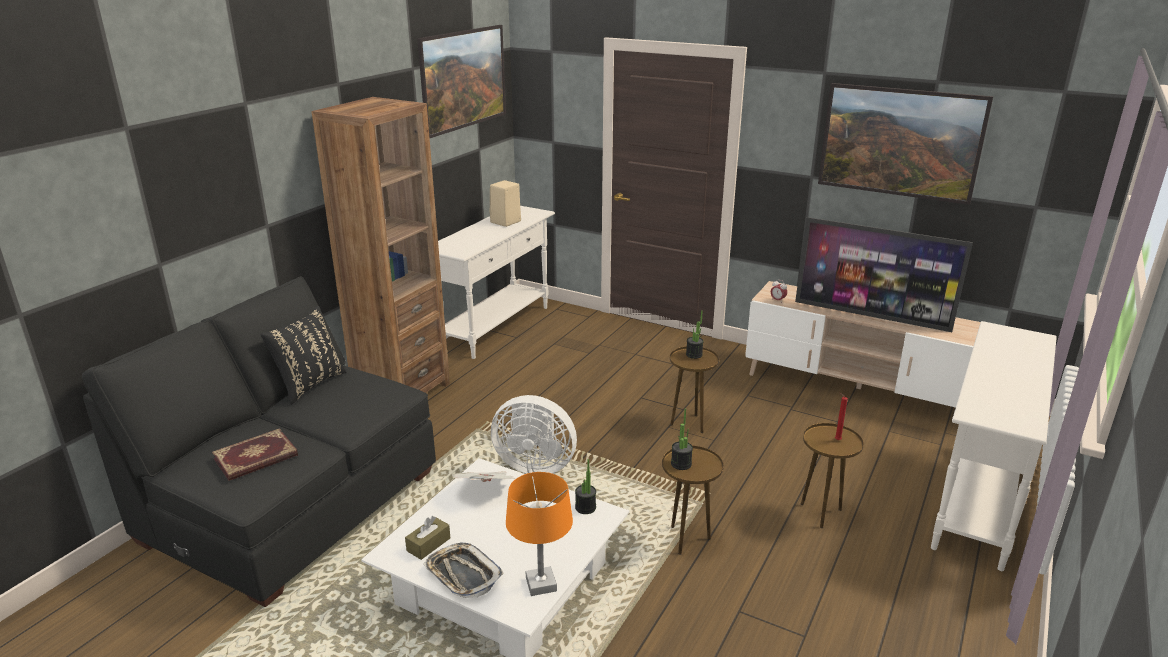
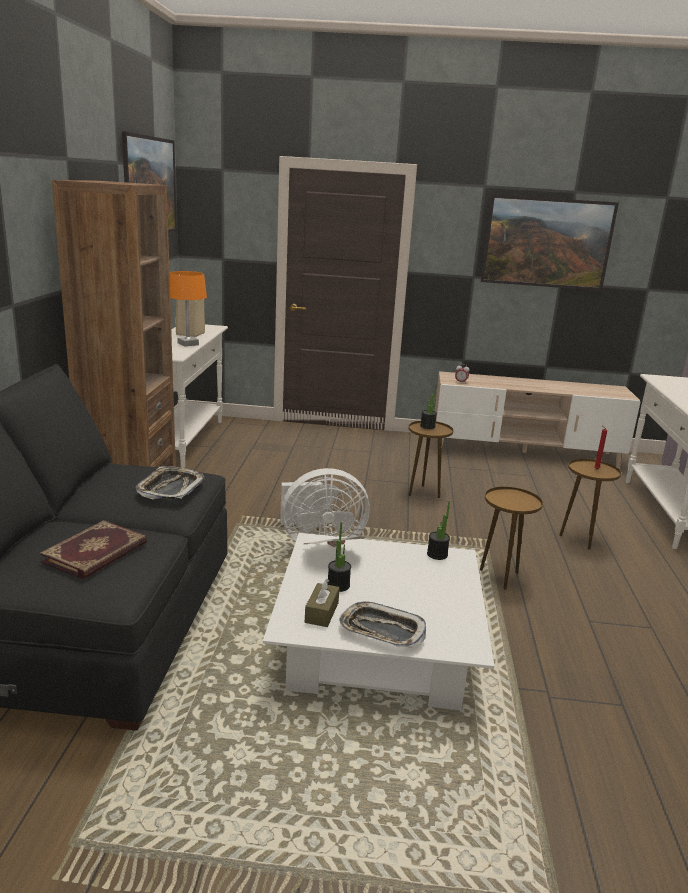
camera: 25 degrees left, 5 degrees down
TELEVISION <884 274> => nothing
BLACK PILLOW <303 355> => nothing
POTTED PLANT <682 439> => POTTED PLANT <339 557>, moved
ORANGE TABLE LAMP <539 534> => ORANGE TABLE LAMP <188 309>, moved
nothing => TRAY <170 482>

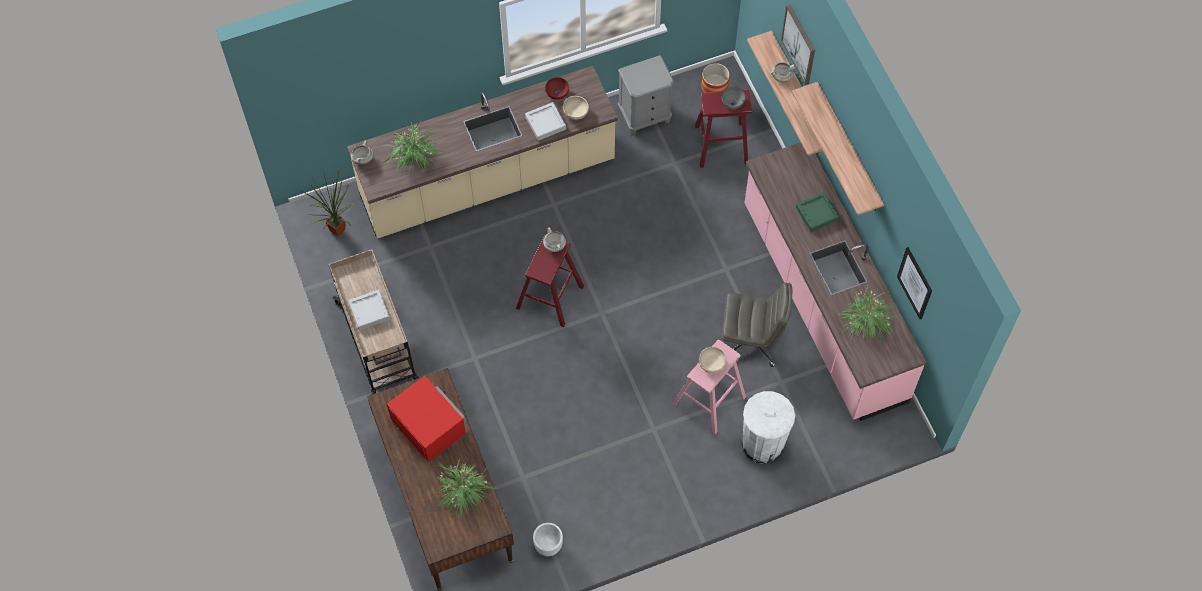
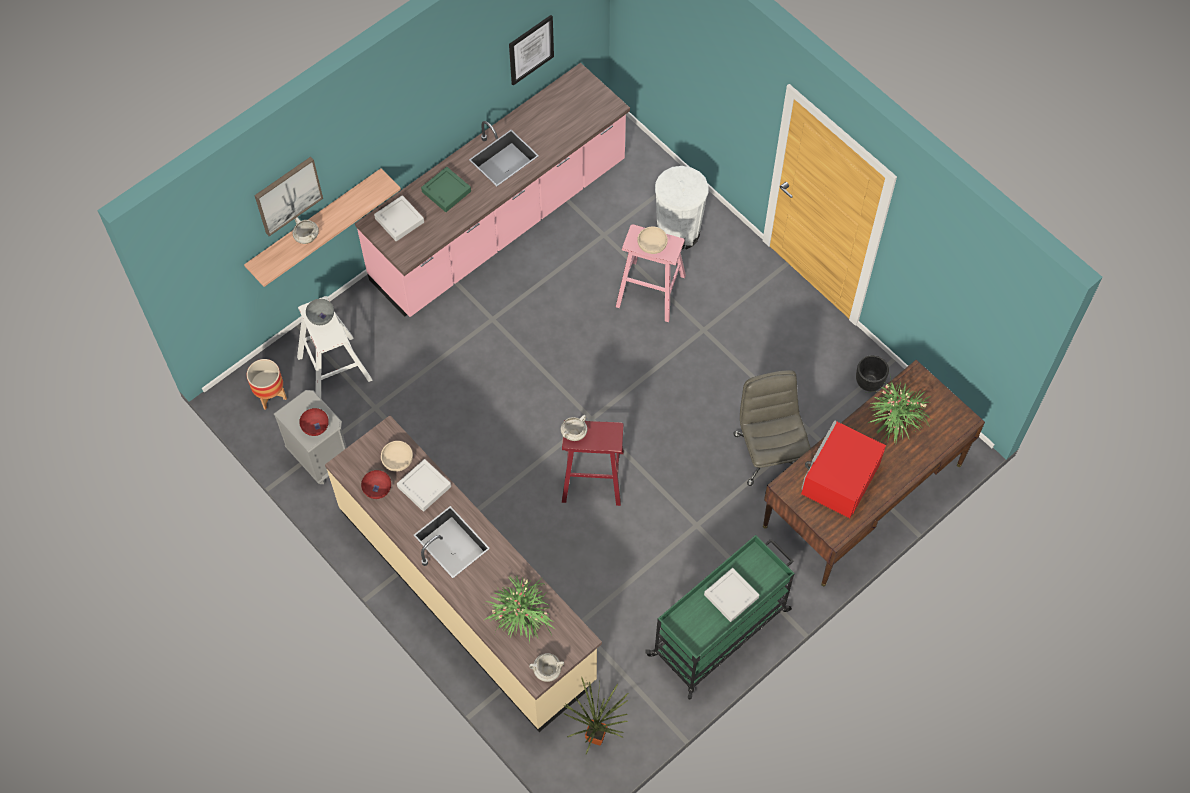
camera: 110 degrees left, 0 degrees up
SHELF <838 148> => nothing
RED STOOL <723 129> => WHITE STOOL <335 347>
BEIGE CART <374 322> => GREEN CART <720 617>
GREY OFFICE CHAIR <757 324> => GREY OFFICE CHAIR <772 428>, moved
POTTED PLANT <870 311> => nothing
WHITE PLANTER <548 539> => BLACK PLANTER <872 373>
nothing => GREY TRAY <399 218>
nothing => RED BOWL <314 422>

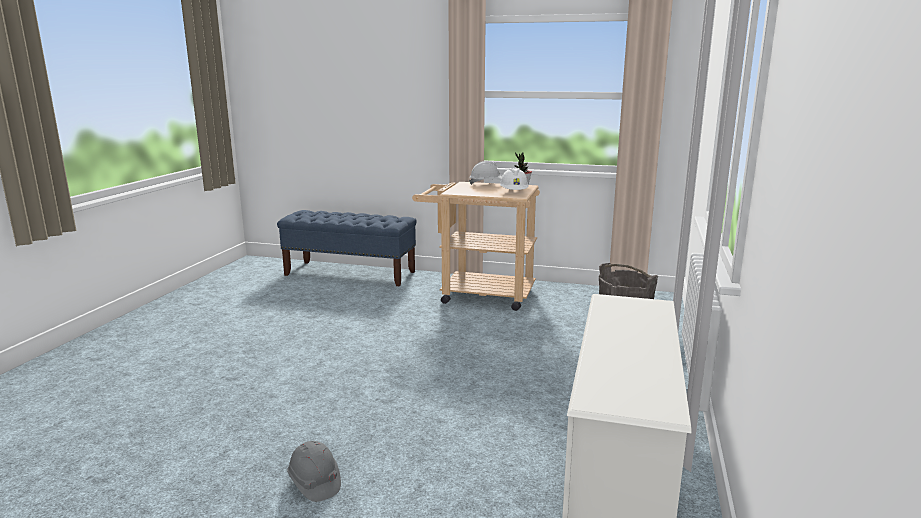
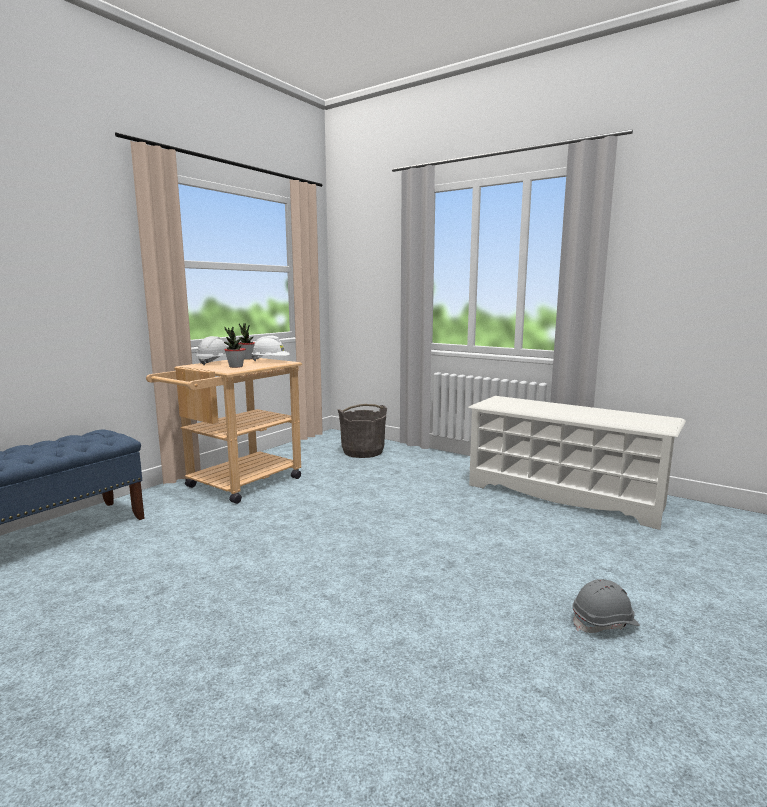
camera: 70 degrees left, 5 degrees down
nothing => POTTED PLANT <235 347>

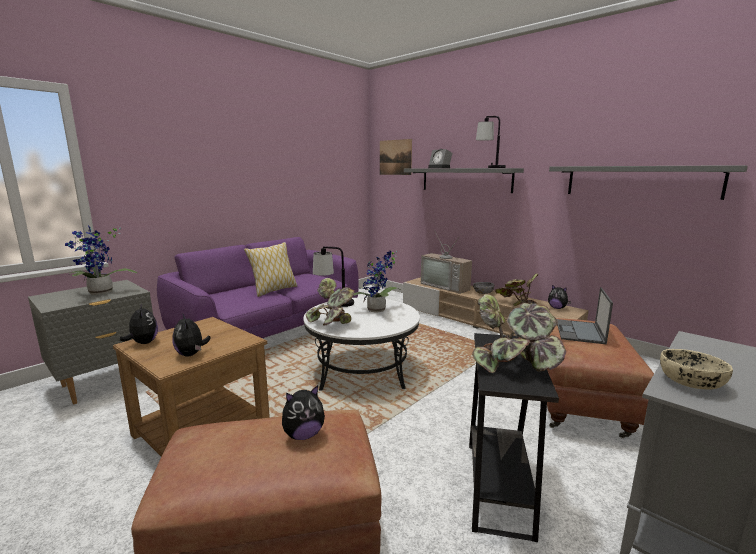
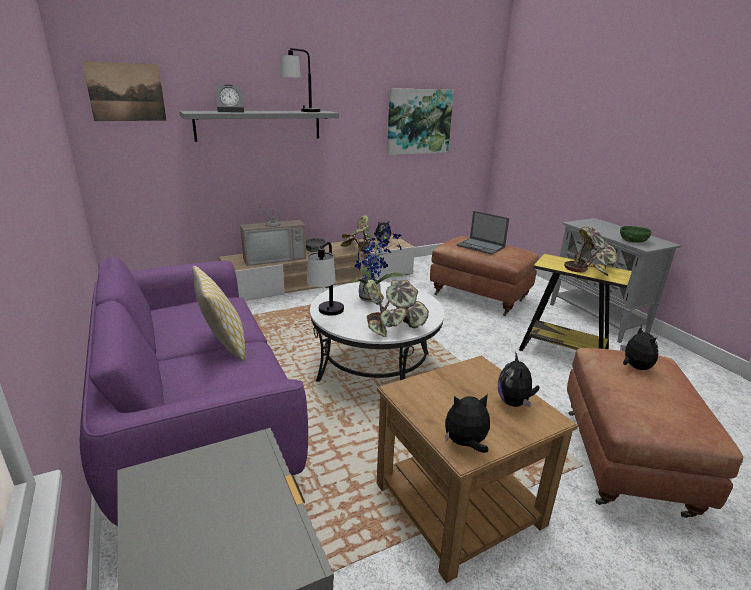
camera: 70 degrees left, 10 degrees up
GREY SHELF <648 182> => PICTURE <420 121>
POTTED PLANT <101 260> => nothing
PLUSH TOY <191 335> => PLUSH TOY <519 380>, 105 degrees clockwise
BLACK SIDE TABLE <514 437> => YELLOW SIDE TABLE <575 302>
BEIGE BOWL <696 369> => GREEN BOWL <636 234>

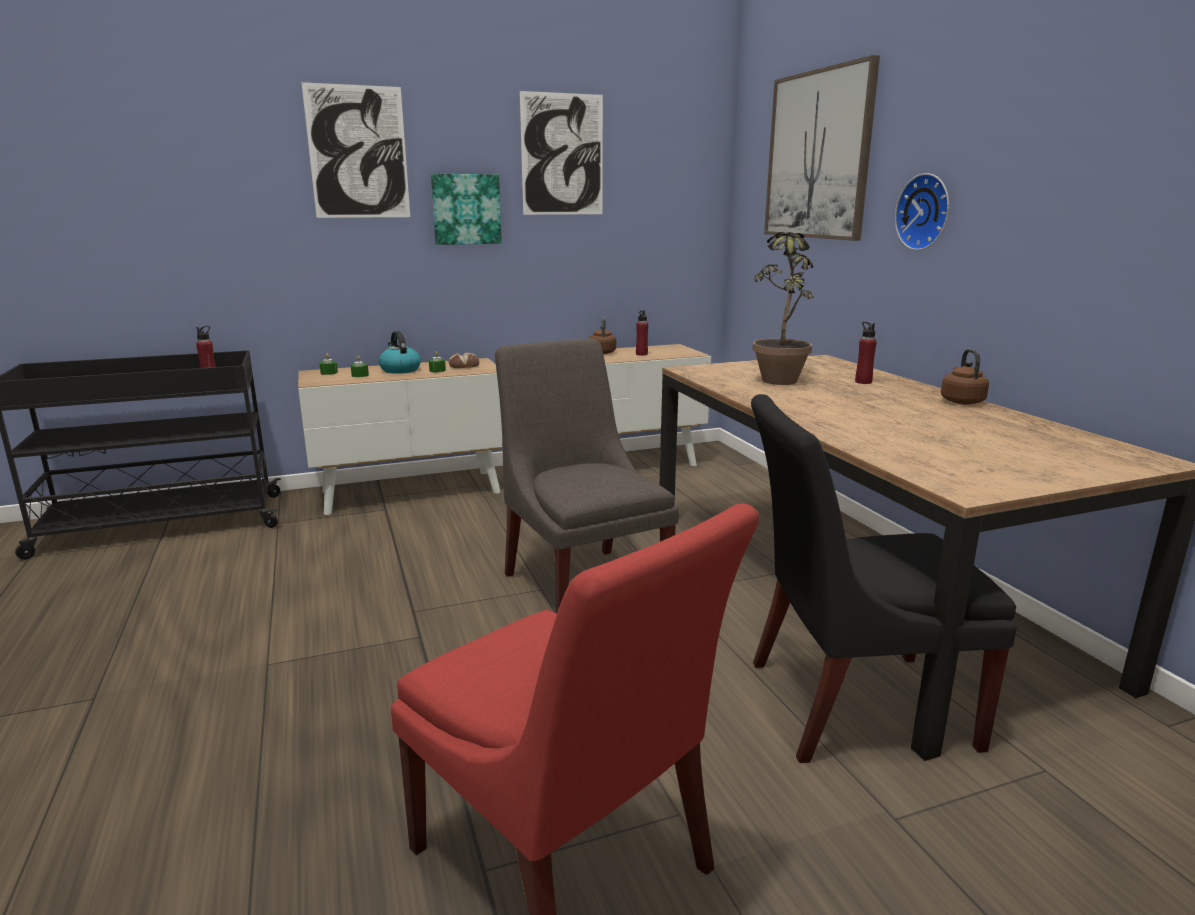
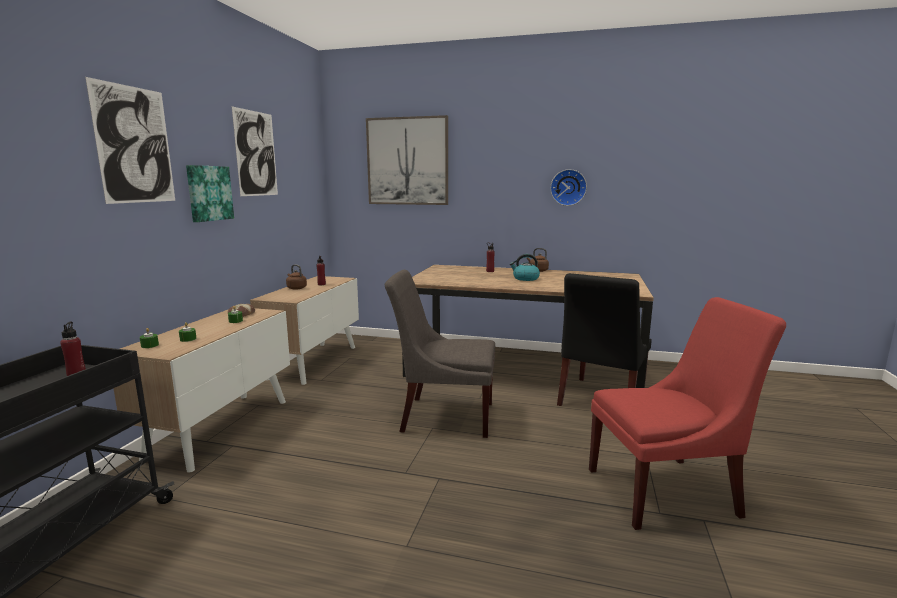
camera: 55 degrees left, 5 degrees down
WALL CLOCK <922 212> => WALL CLOCK <568 187>, moved
POTTED PLANT <783 308> => nothing
KETTLE <400 352> => KETTLE <525 267>, moved

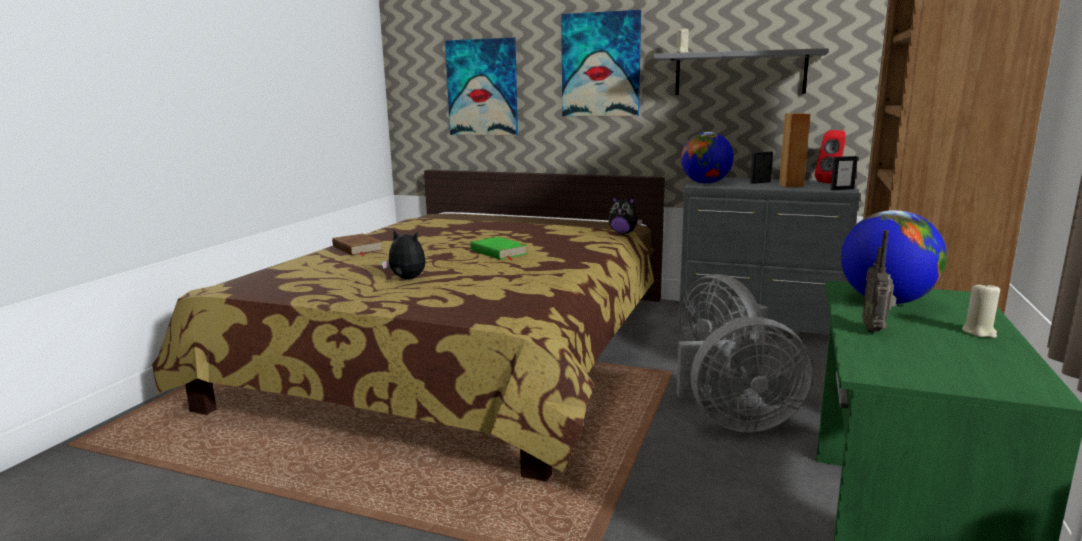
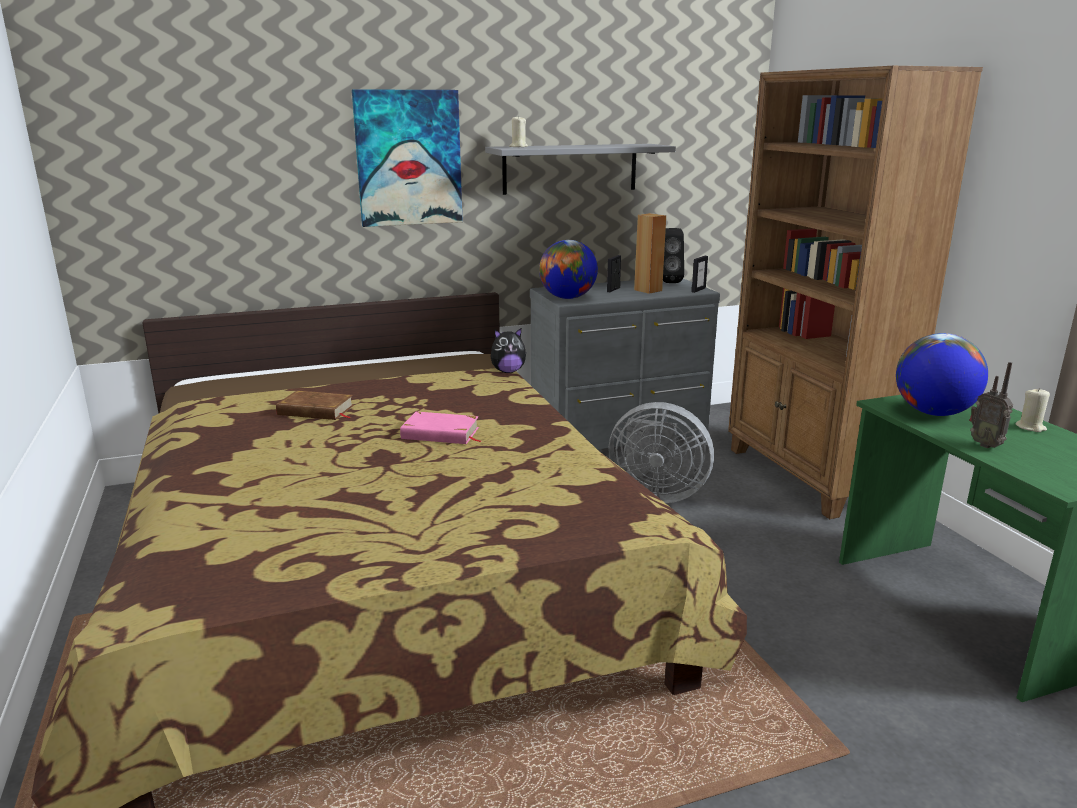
camera: 40 degrees left, 5 degrees up
PICTURE <481 87> => nothing
RED SPEAKER <830 157> => BLACK SPEAKER <673 255>
PLUSH TOY <404 254> => nothing
BROWN BOOK <357 245> => BROWN BOOK <315 405>, moved
GREEN BOOK <499 249> => PINK BOOK <440 428>
GREY FAN <745 375> => nothing

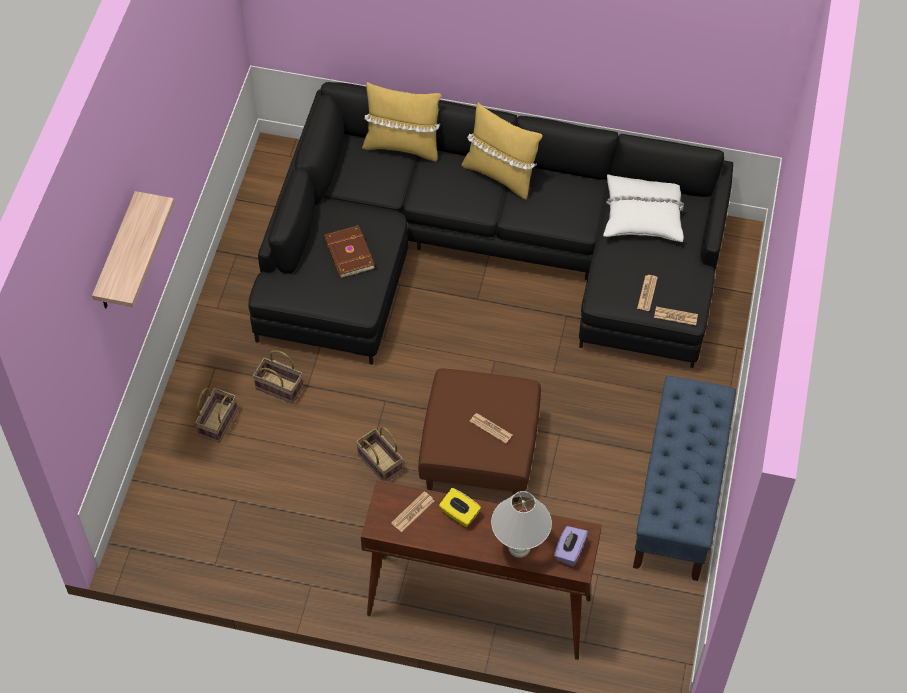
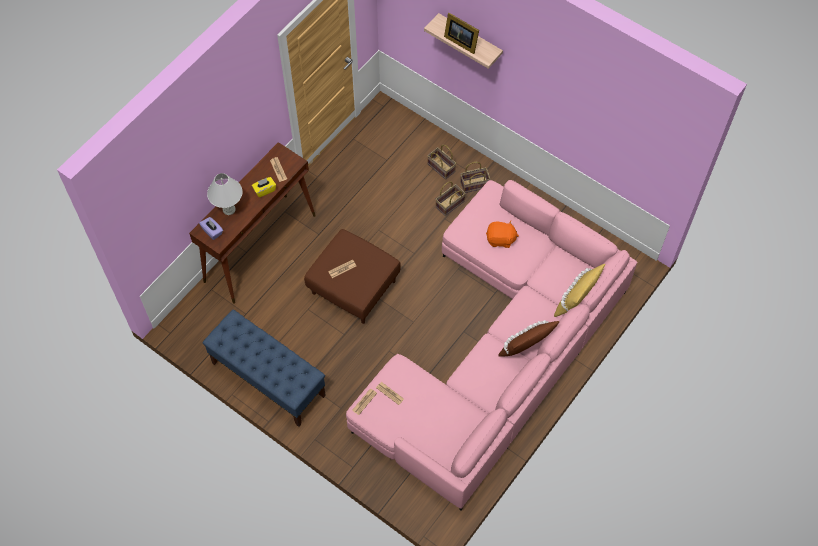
camera: 115 degrees right, 5 degrees up
BLACK SOFA <491 225> => PINK SOFA <492 345>
YELLOW PILLOW <501 151> => BROWN PILLOW <529 338>
WHITE PILLOW <643 208> => nothing
BROWN BOOK <349 251> => ORANGE PLUSH TOY <502 234>
BASKET <379 454> => BASKET <475 177>, moved
nothing => PICTURE FRAME <461 33>

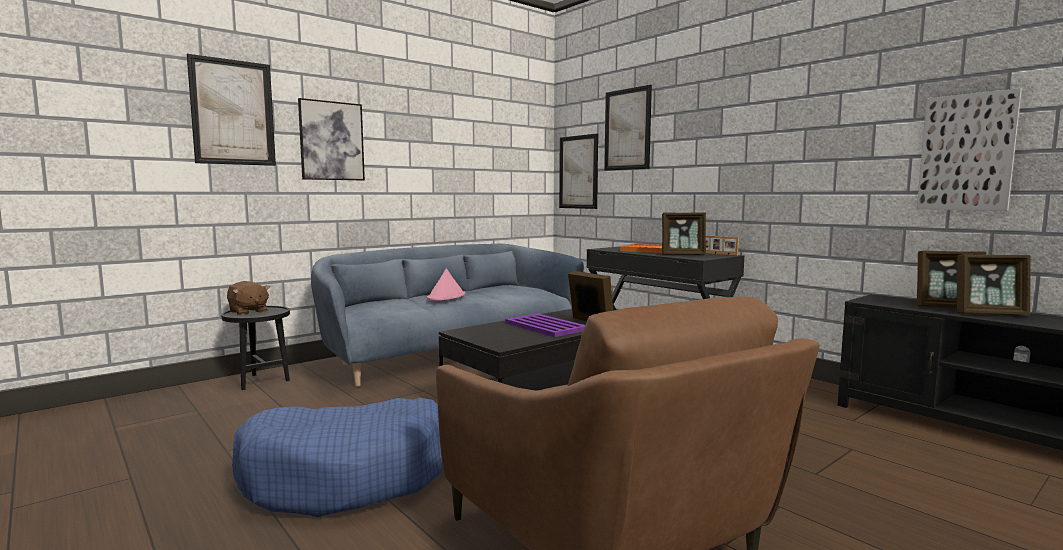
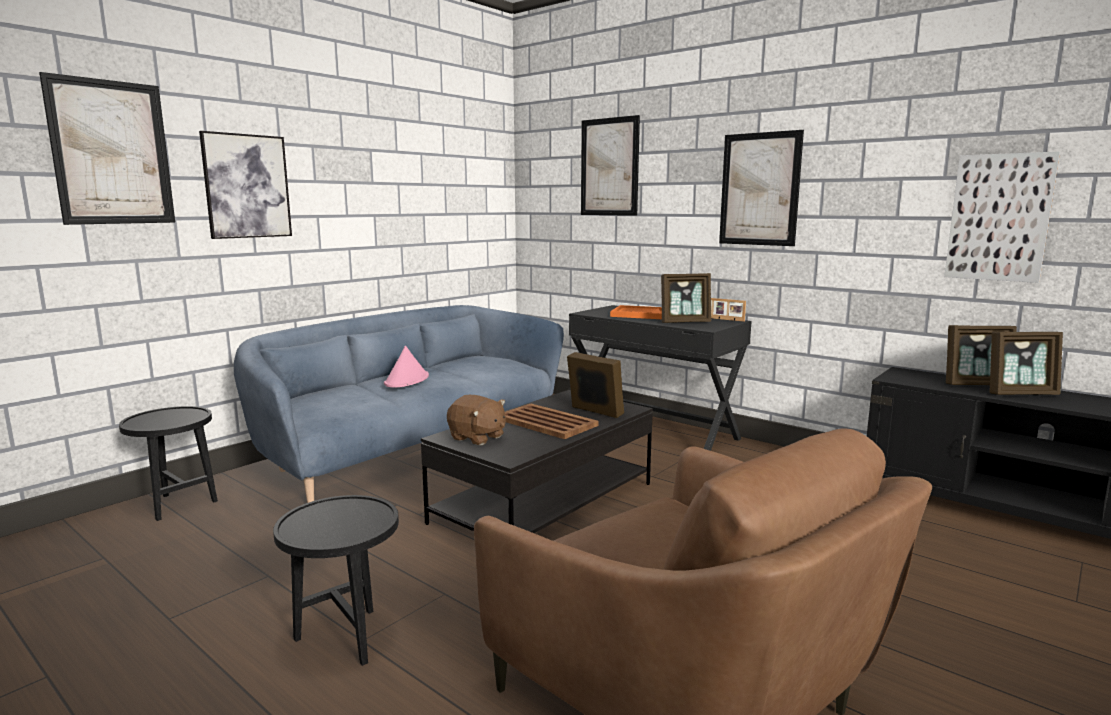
camera: 10 degrees left, 5 degrees up
PICTURE <578 171> => PICTURE <761 188>, moved
BROWN PLUSH TOY <248 298> => BROWN PLUSH TOY <476 420>, moved
PURPLE TRAY <545 325> => BROWN TRAY <552 421>
BLUE DOG BED <337 457> => BLACK SIDE TABLE <336 580>

